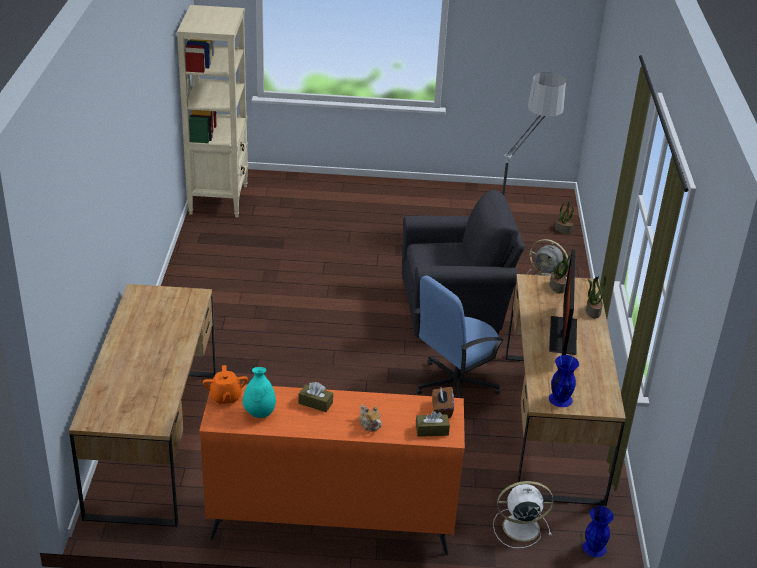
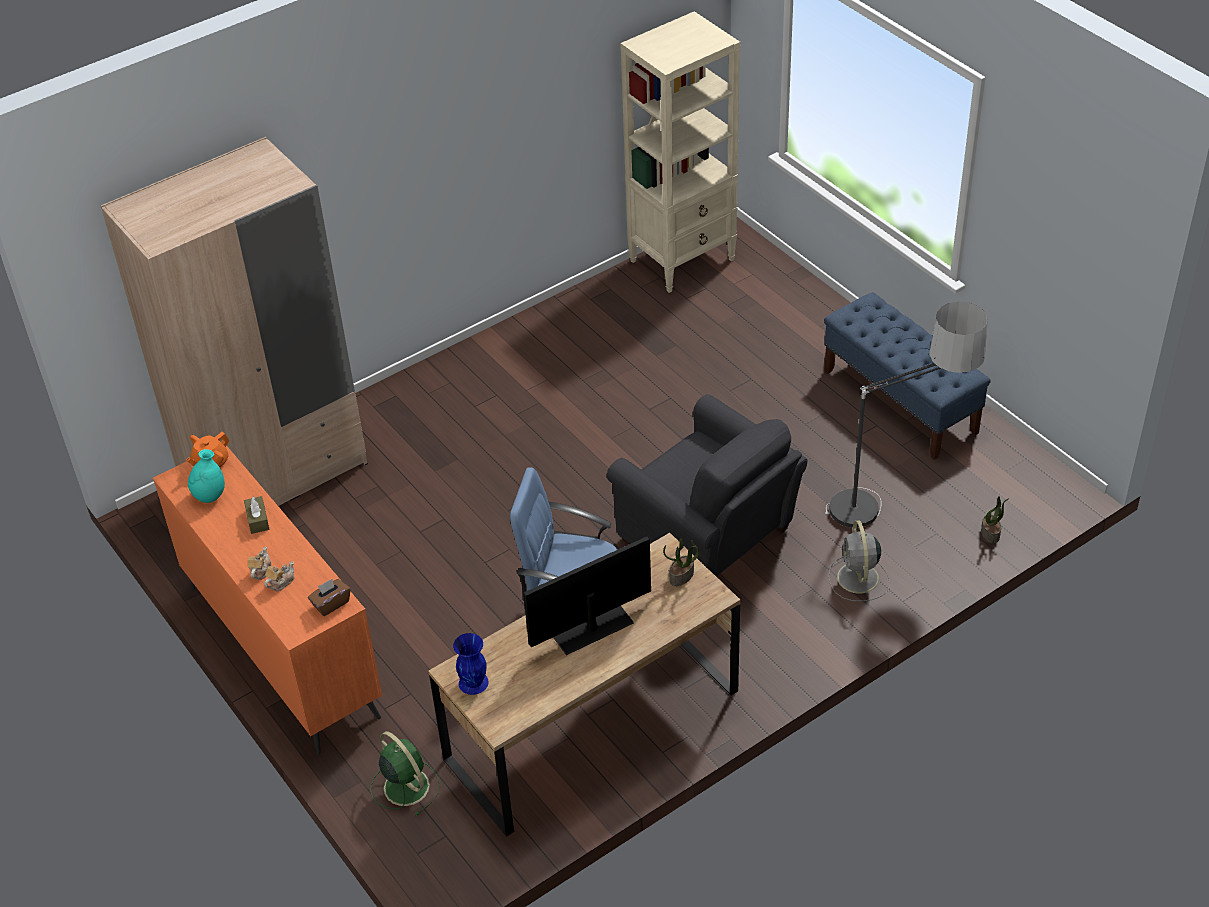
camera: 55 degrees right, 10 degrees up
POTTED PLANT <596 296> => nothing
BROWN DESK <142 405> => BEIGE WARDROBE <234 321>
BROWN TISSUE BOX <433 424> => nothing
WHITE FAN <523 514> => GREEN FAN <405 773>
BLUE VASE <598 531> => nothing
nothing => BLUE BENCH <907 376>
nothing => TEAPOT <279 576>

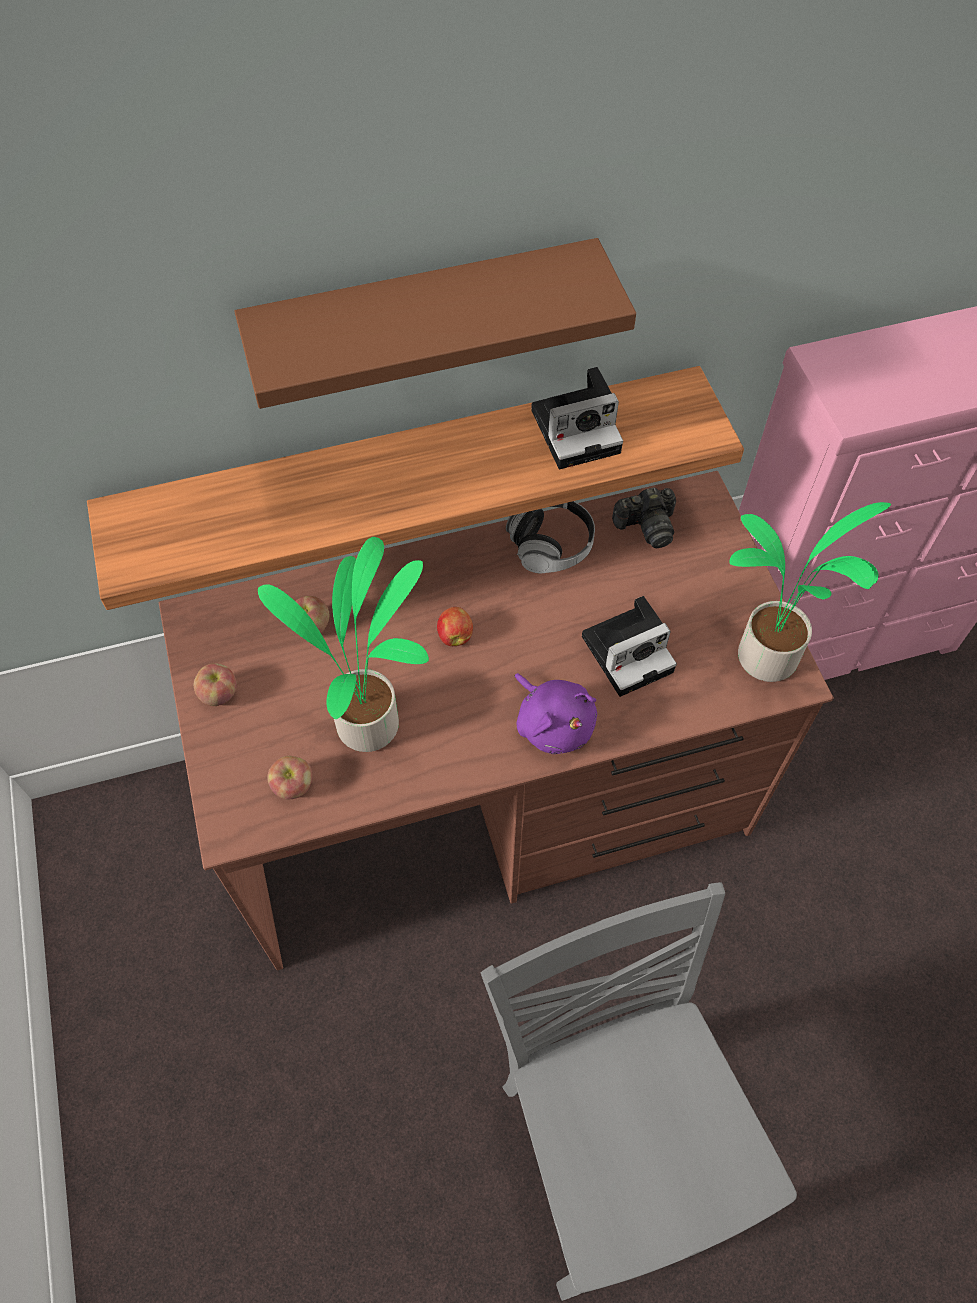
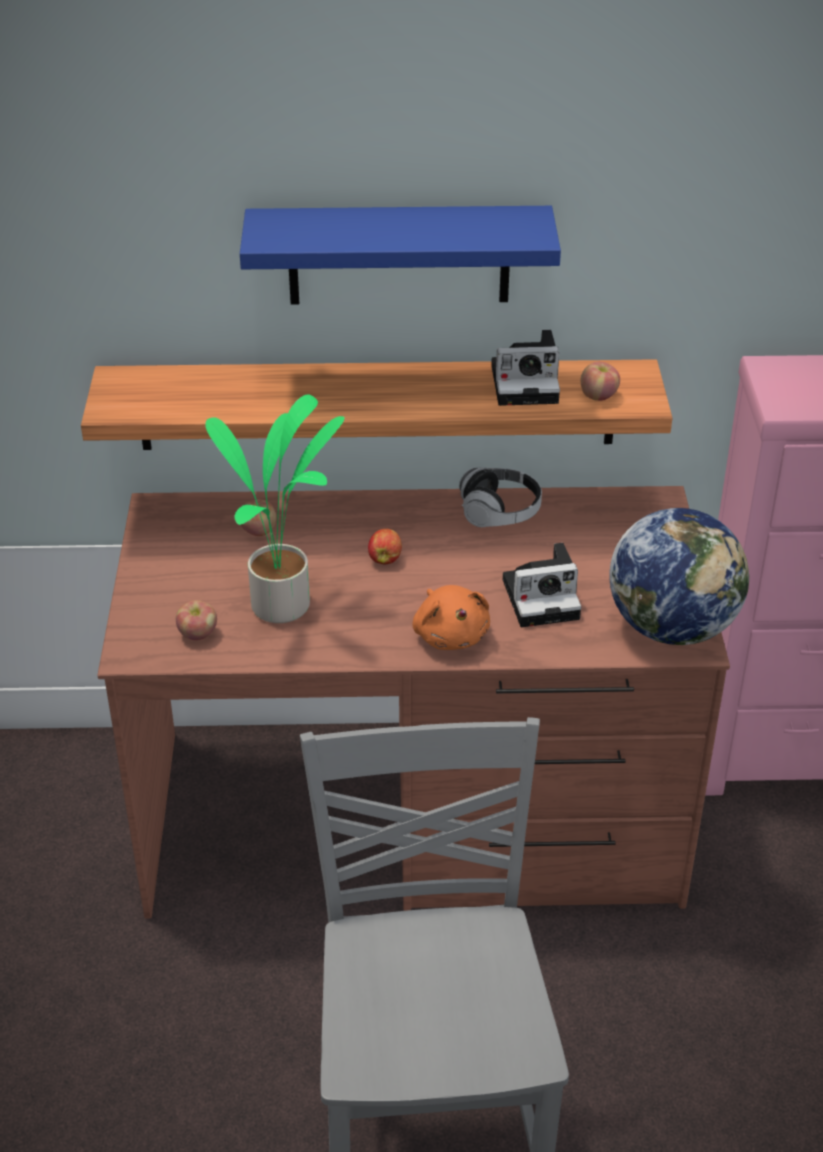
camera: 15 degrees right, 20 degrees down
BROWN SHELF <435 323> => BLUE SHELF <400 255>
PHOTO CAMERA <644 518> => nothing
POTTED PLANT <810 592> => GLOBE <679 576>
APPLE <215 684> => APPLE <600 381>, moved
PURPLE PLUSH TOY <556 713> => ORANGE PLUSH TOY <451 617>

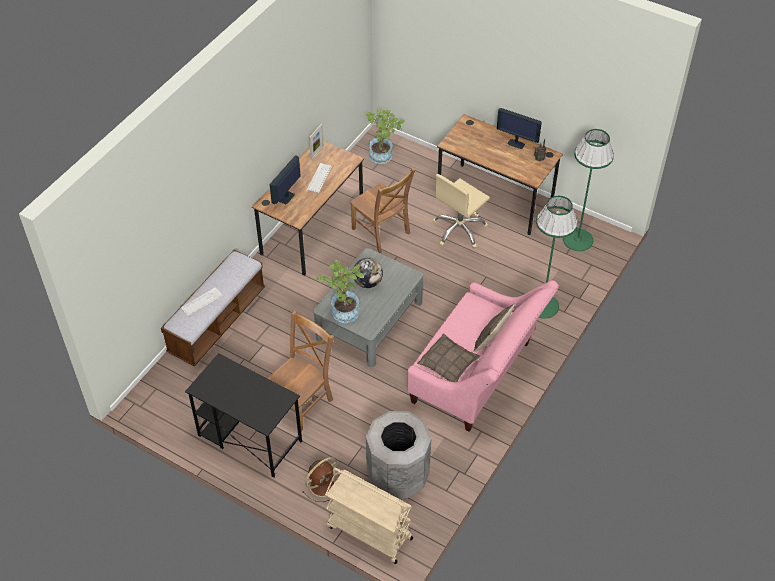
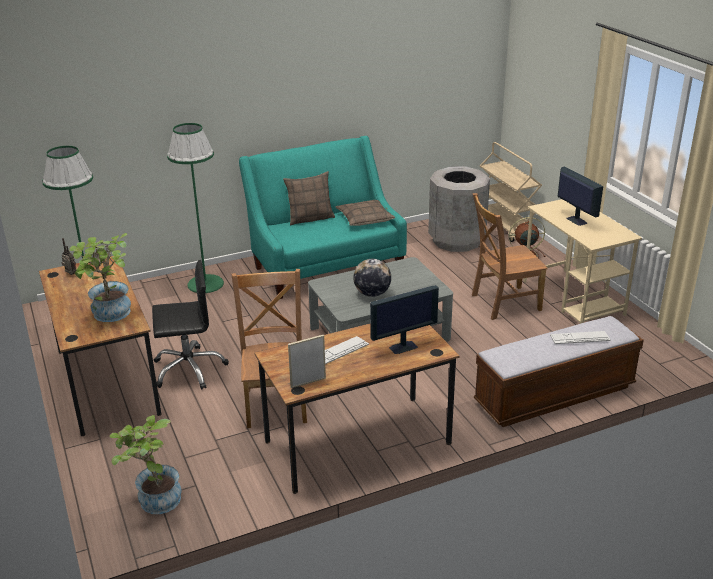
camera: 145 degrees left, 20 degrees down
MONITOR <519 128> => MONITOR <580 196>, moved
BEIGE OFFICE CHAIR <461 211> => BLACK OFFICE CHAIR <190 325>
POTTED PLANT <340 291> => POTTED PLANT <100 277>, moved
PINK SOFA <483 356> => TURQUOISE SOFA <323 217>
BLACK DESK <243 415> => BEIGE DESK <582 261>

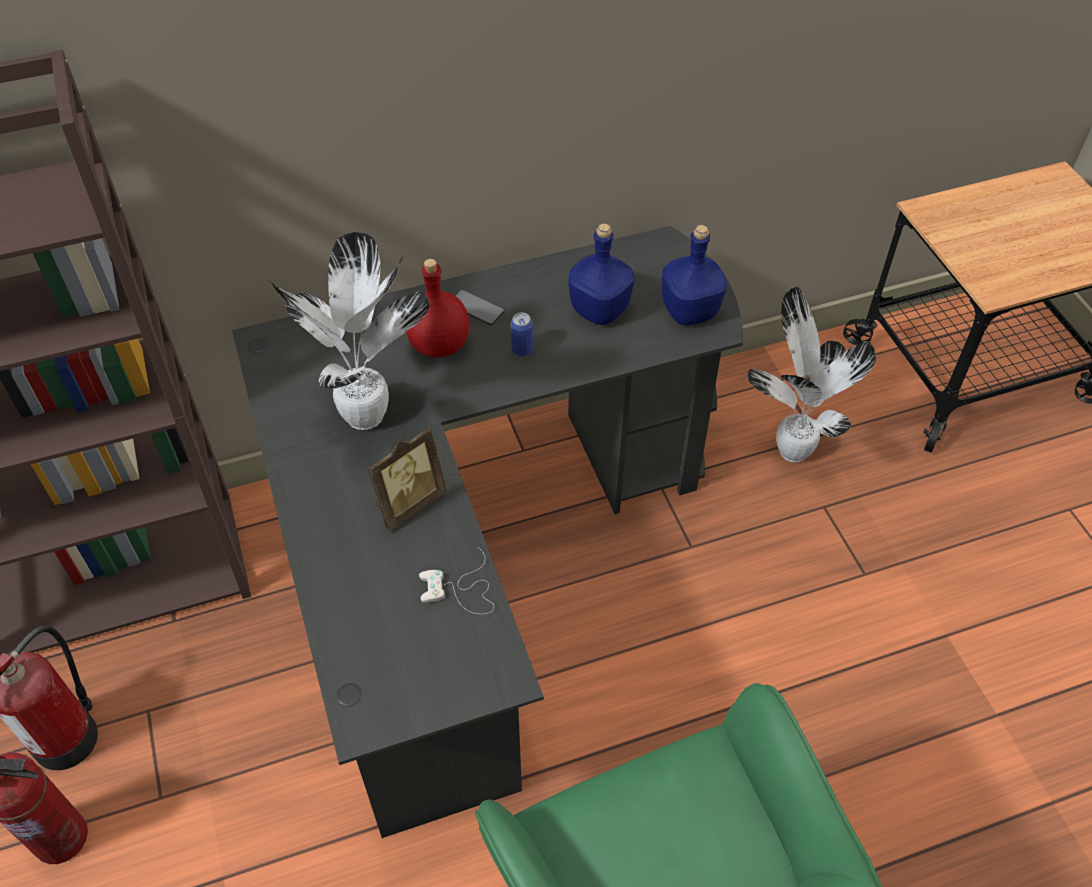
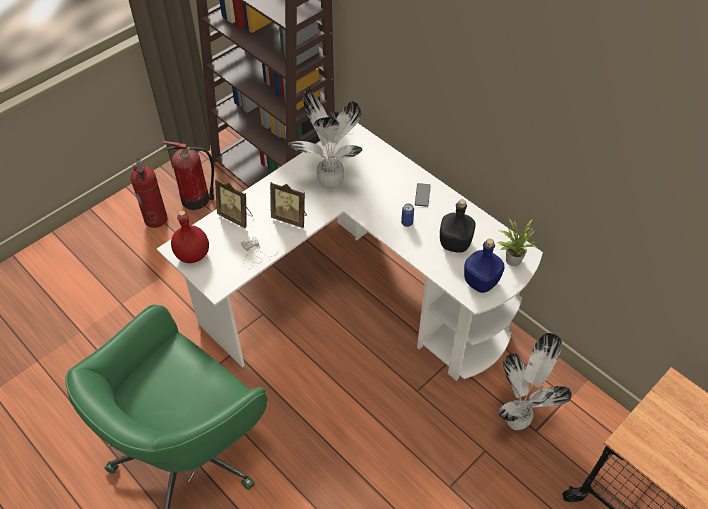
camera: 65 degrees right, 0 degrees up
BLUE BOTTLE <601 274> => BLACK BOTTLE <458 226>
BLACK DESK <487 532> => WHITE DESK <350 252>
RED BOTTLE <438 308> => RED BOTTLE <190 236>, moved
nothing => PICTURE FRAME <233 203>
nothing => POTTED PLANT <516 243>

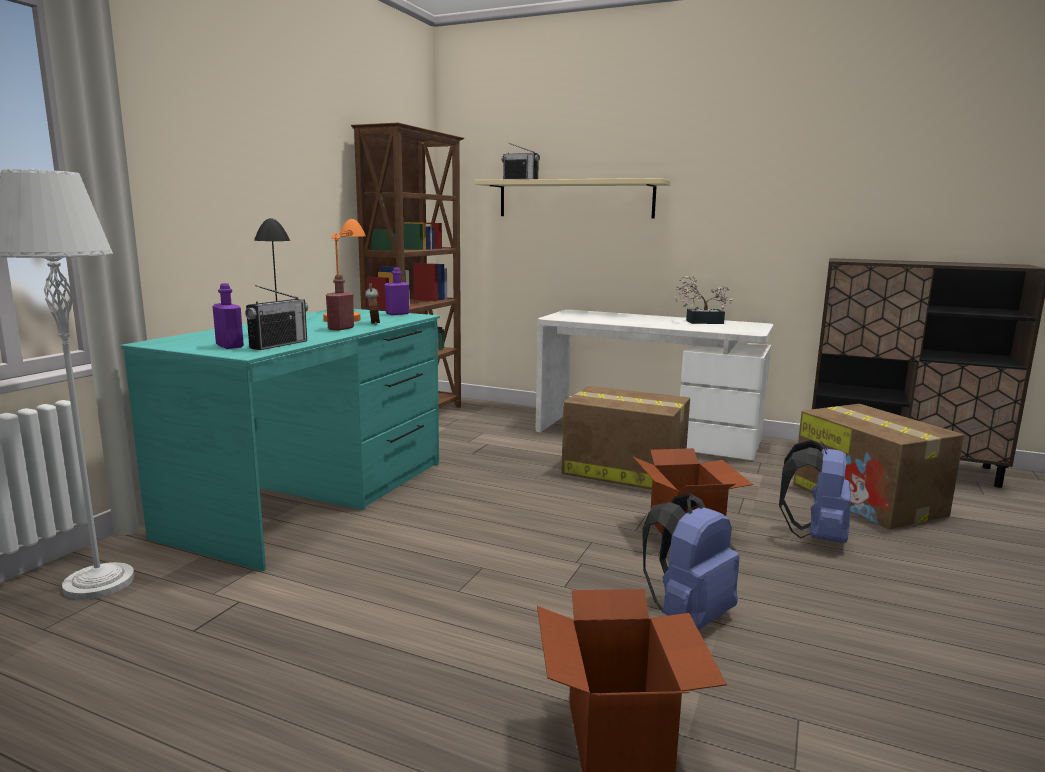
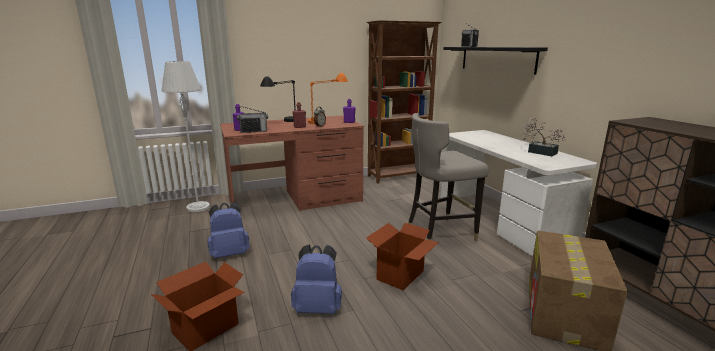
camera: 45 degrees right, 5 degrees up
BEIGE SHELF <573 198> => BLACK SHELF <495 61>
TURQUOISE DESK <280 440> => BROWN DESK <292 163>
CARDBOARD BOX <625 438> => GREY STOOL <448 177>
BLUE BACKPACK <815 491> => BLUE BACKPACK <228 230>, moved

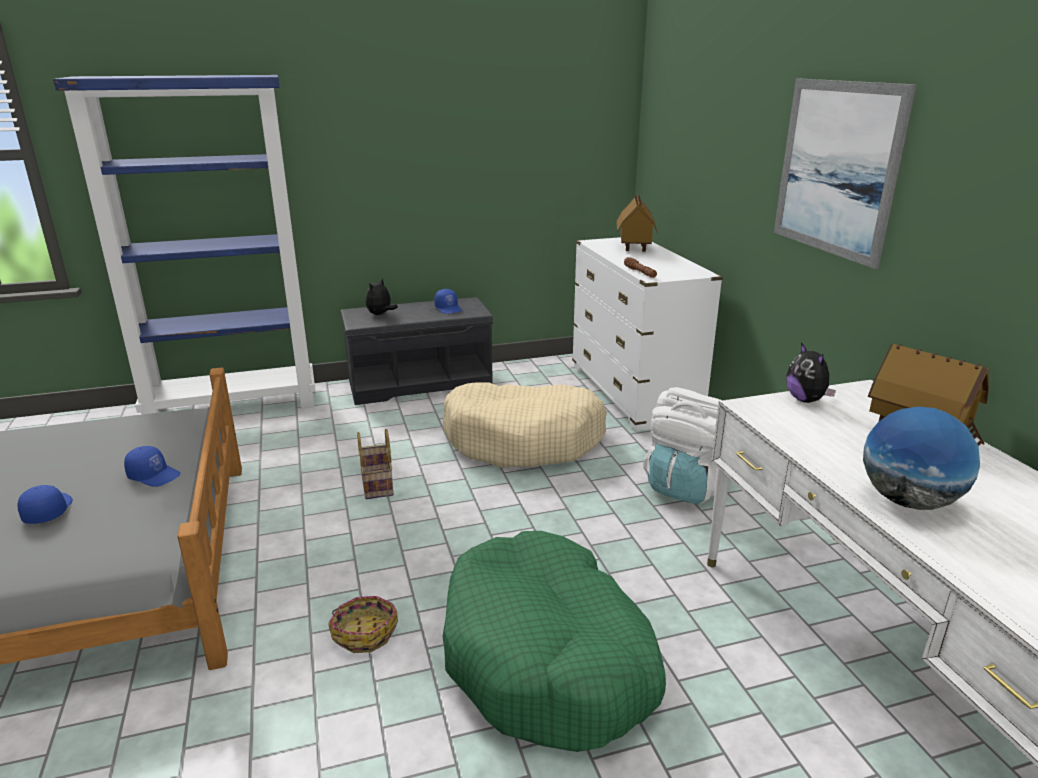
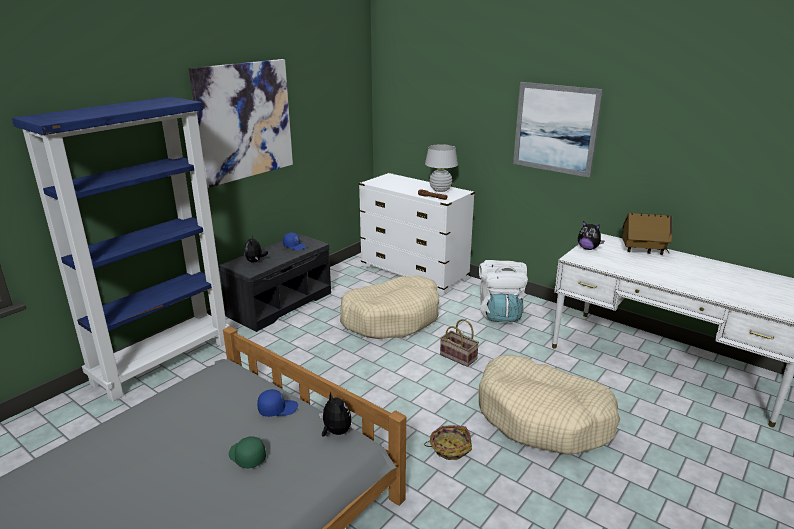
camera: 35 degrees left, 0 degrees up
TOY HOUSE <637 223> => nothing
GLOBE <921 458> => nothing
BASKET <375 464> => BASKET <459 343>, moved
BLUE CAP <45 504> => GREEN CAP <247 452>
GREEN DOG BED <554 641> => BEIGE DOG BED <549 405>
nothing => PICTURE <241 123>
nothing => WHITE TABLE LAMP <441 168>
nothing => PLUSH TOY <335 414>

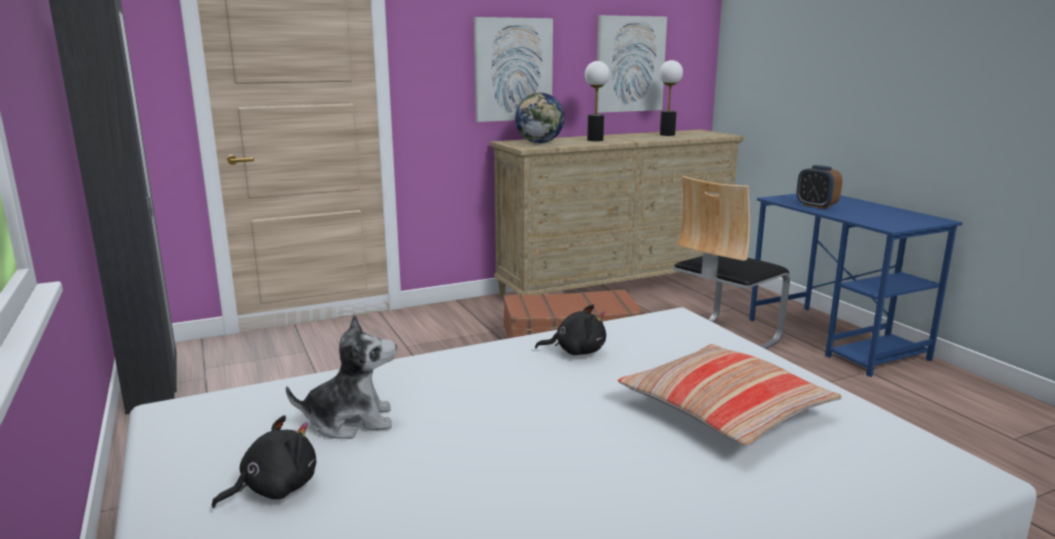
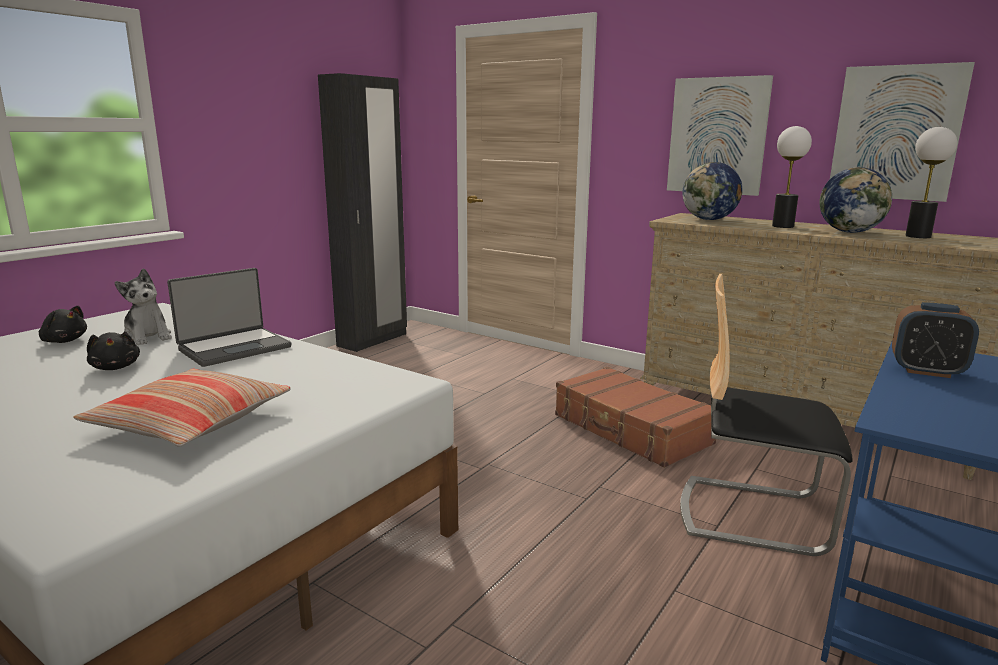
camera: 60 degrees right, 0 degrees up
ALARM CLOCK <819 187> => ALARM CLOCK <935 340>, 90 degrees counterclockwise
BLACK PLUSH TOY <570 330> => BLACK PLUSH TOY <113 351>, moved
nothing => GLOBE <855 200>
nothing => LAPTOP <229 317>

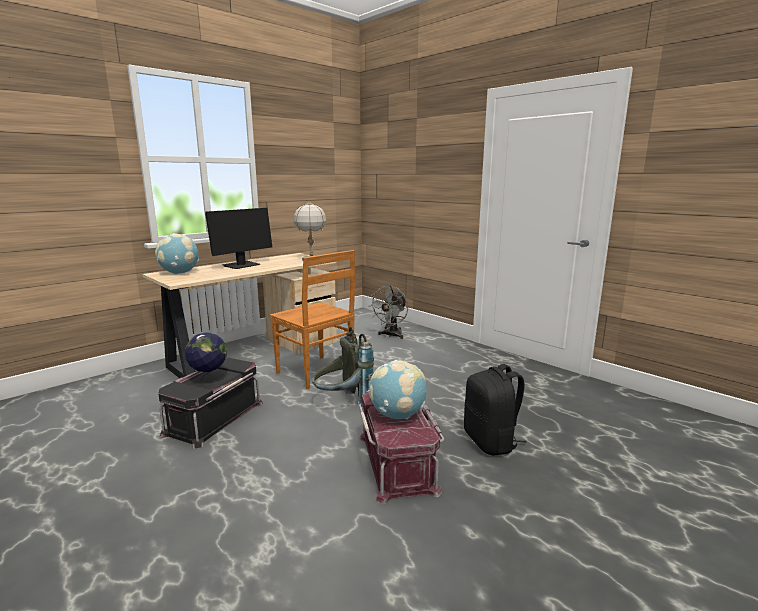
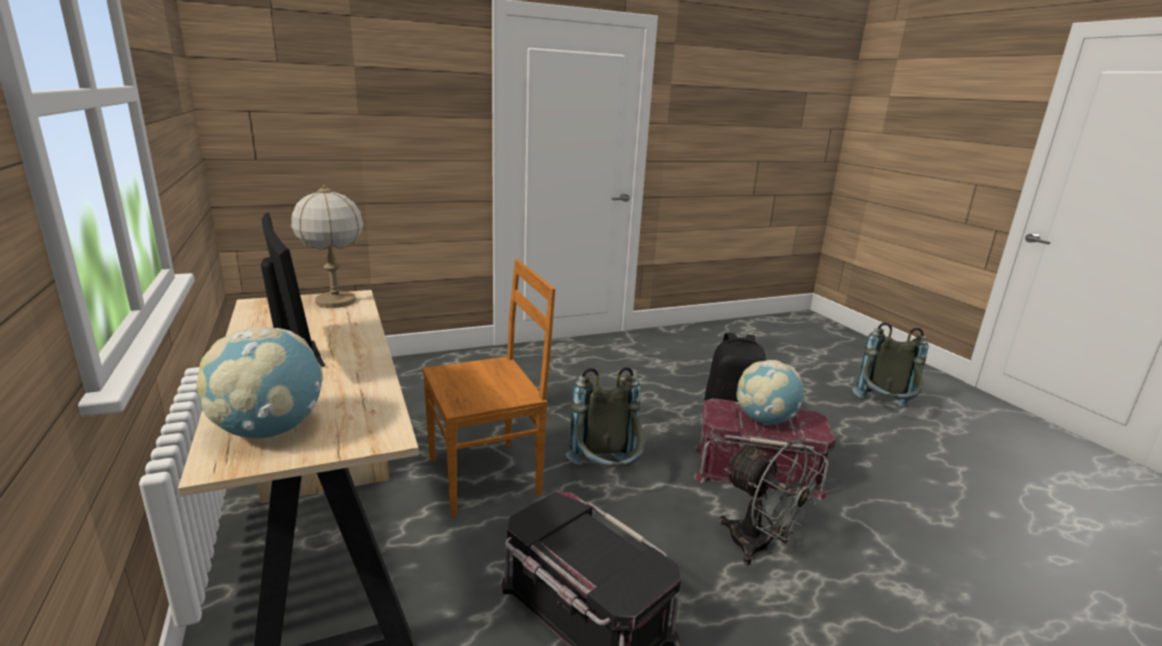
camera: 70 degrees left, 5 degrees up
GREY FAN <388 312> => GREY FAN <772 502>, moved
GLOBE <206 358> => nothing
nothing => GREY BACKPACK <890 365>

